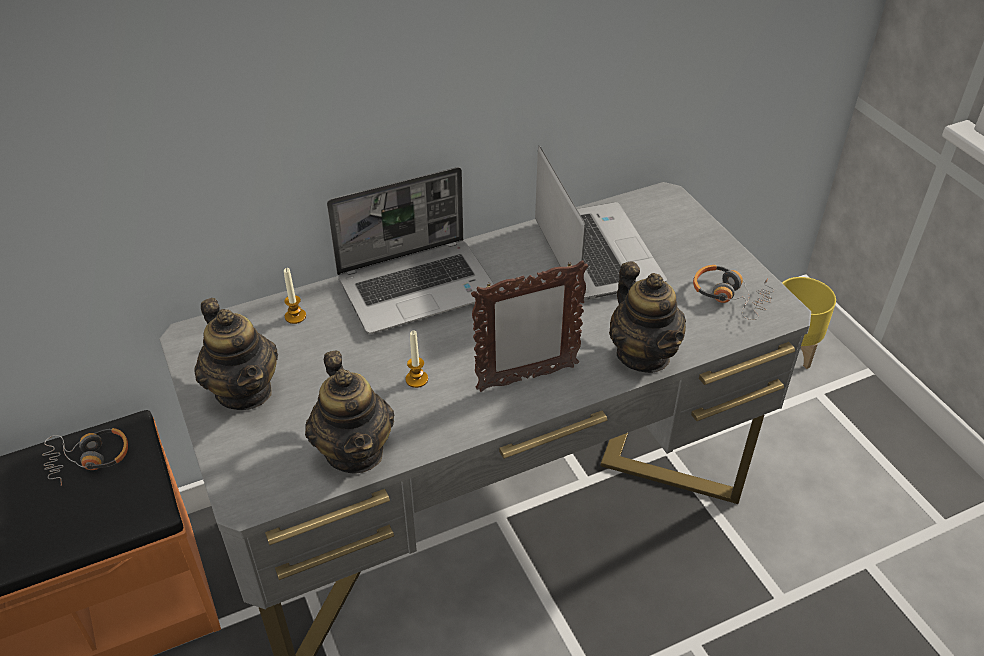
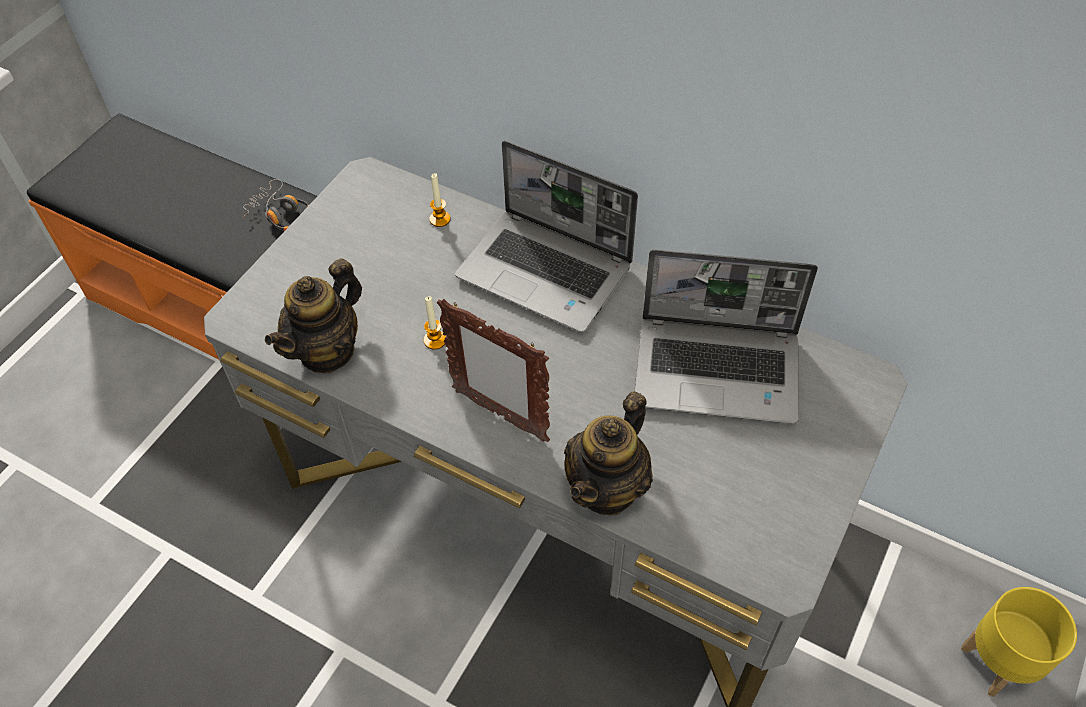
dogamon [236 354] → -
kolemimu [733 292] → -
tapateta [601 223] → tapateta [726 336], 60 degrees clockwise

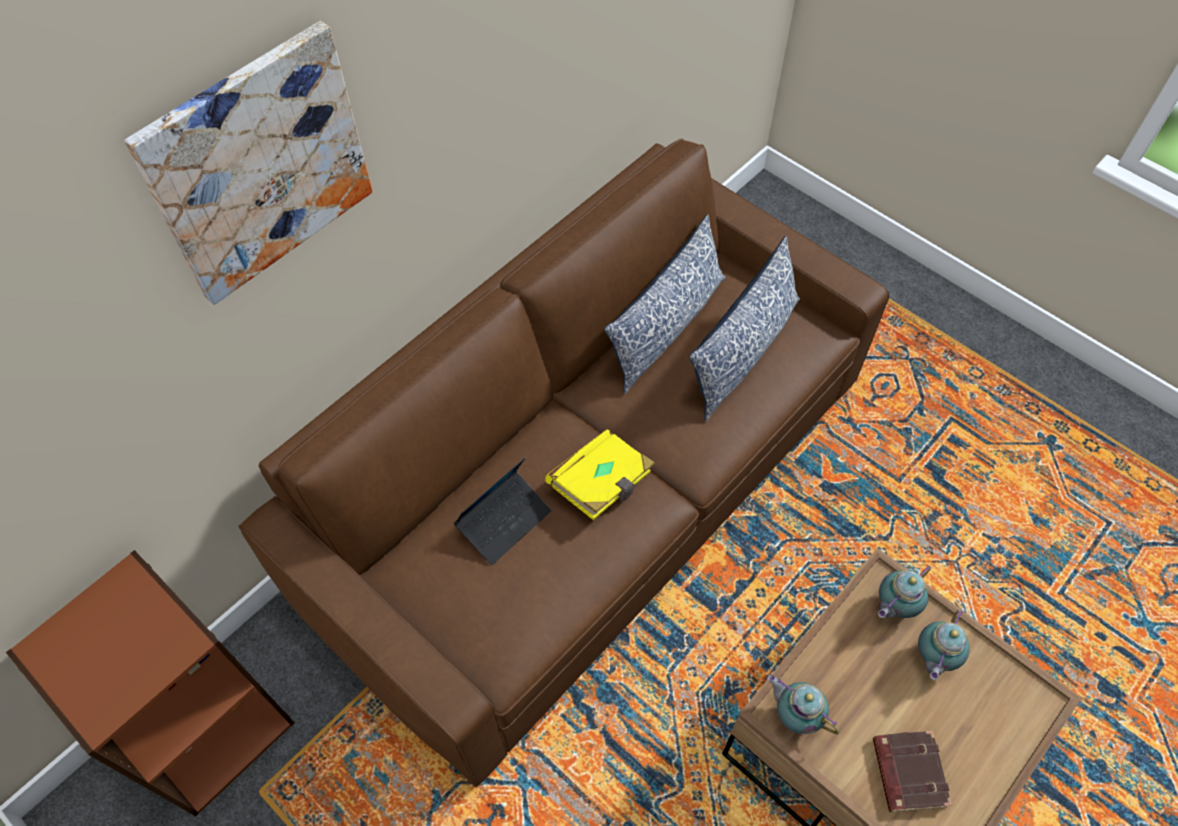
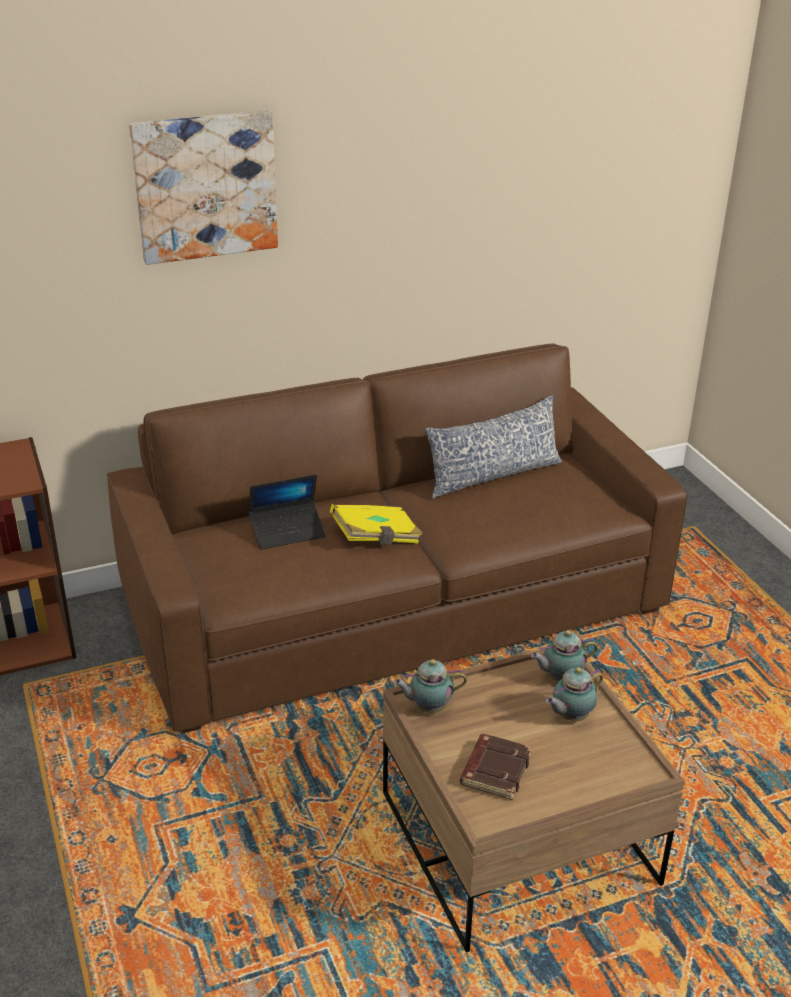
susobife [744 328] → -
dogamon [803 704] → dogamon [430 686], 75 degrees counterclockwise

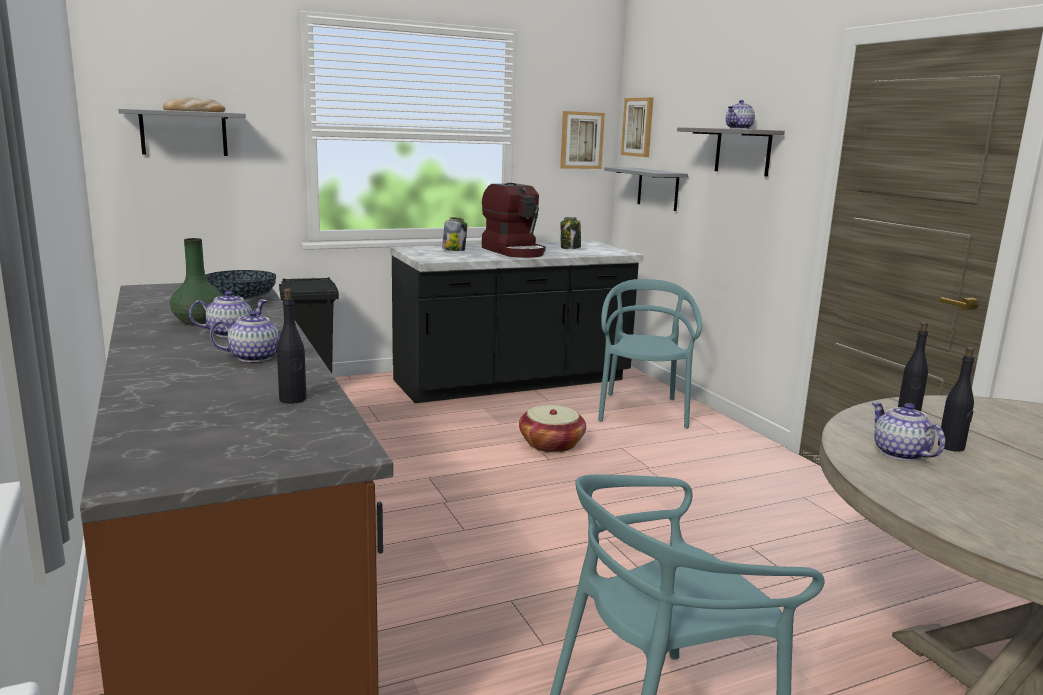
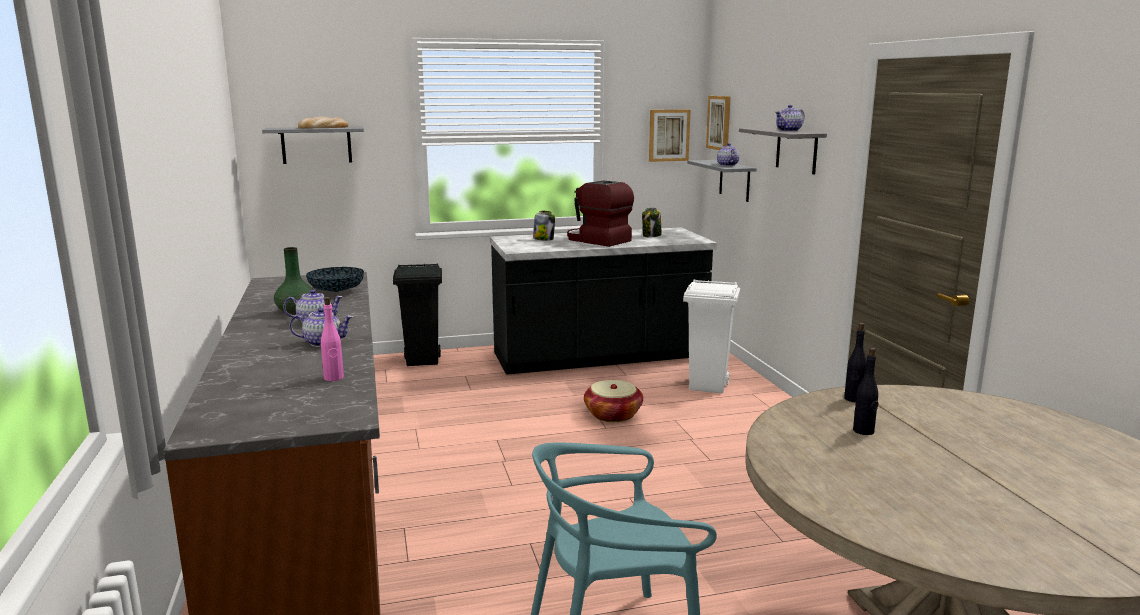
dogamon [908 431] → dogamon [728 154], shifted
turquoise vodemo [650 353] → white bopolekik [711 336]
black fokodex [292 346] → pink fokodex [332 339]
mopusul [514 220] → mopusul [600 214], 150 degrees clockwise

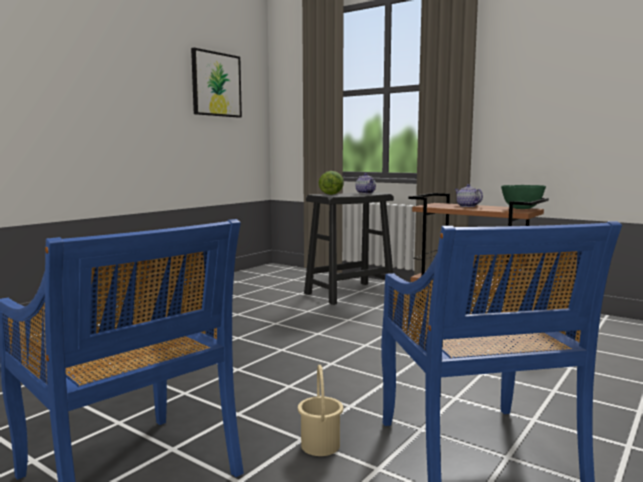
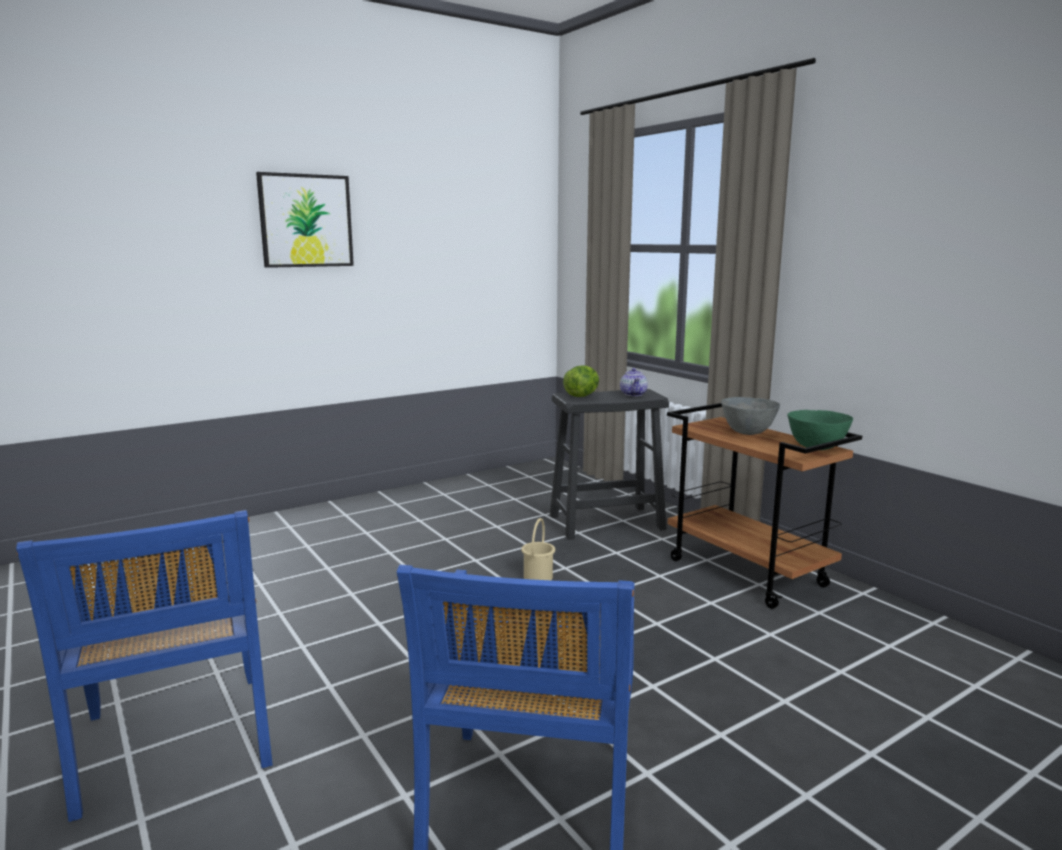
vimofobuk [216 83] → vimofobuk [305 220], shifted
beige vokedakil [320 410] → beige vokedakil [538 549], shifted
dogamon [469 195] → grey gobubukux [750 416]

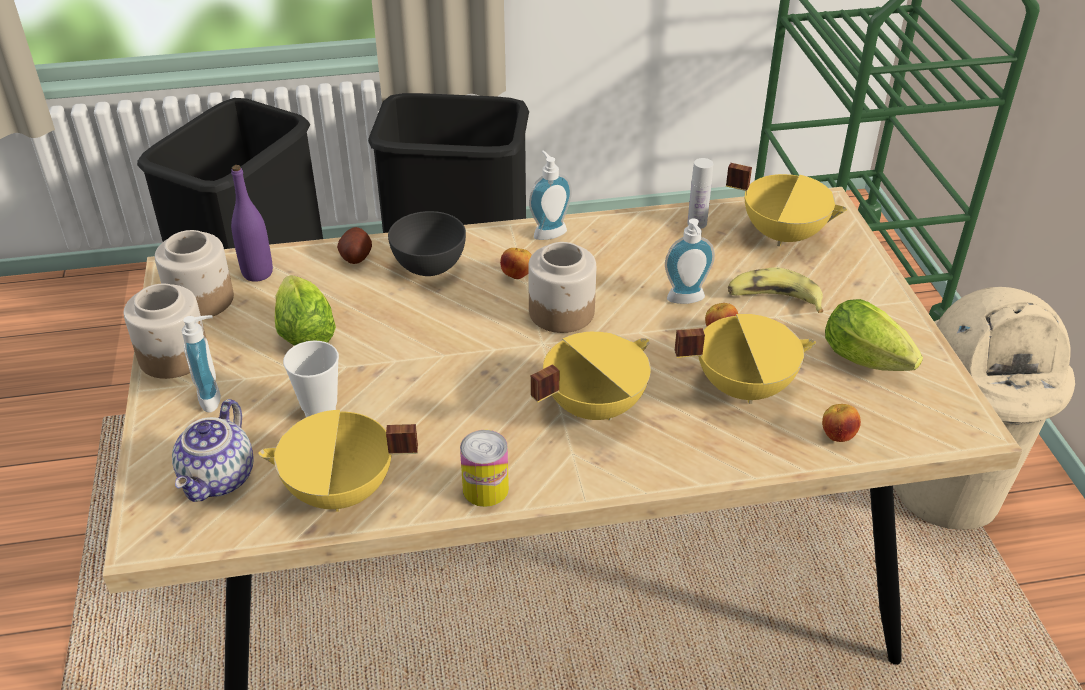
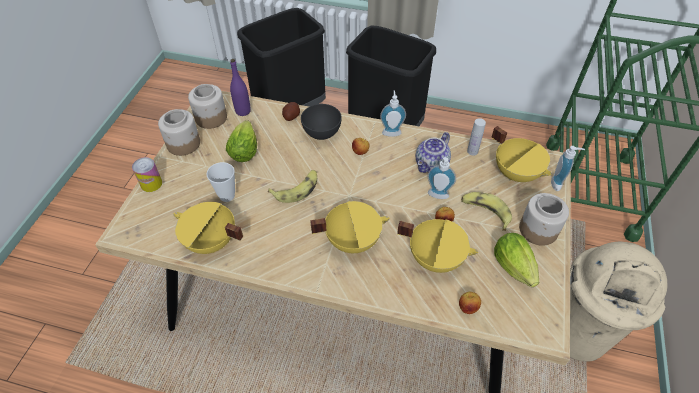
- → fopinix [292 186]
dogamon [213 450] → dogamon [433 152], shifted
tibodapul [201 363] → tibodapul [568 168], shifted
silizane [484 468] → silizane [147 174], shifted
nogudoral [562 287] → nogudoral [544 219], shifted

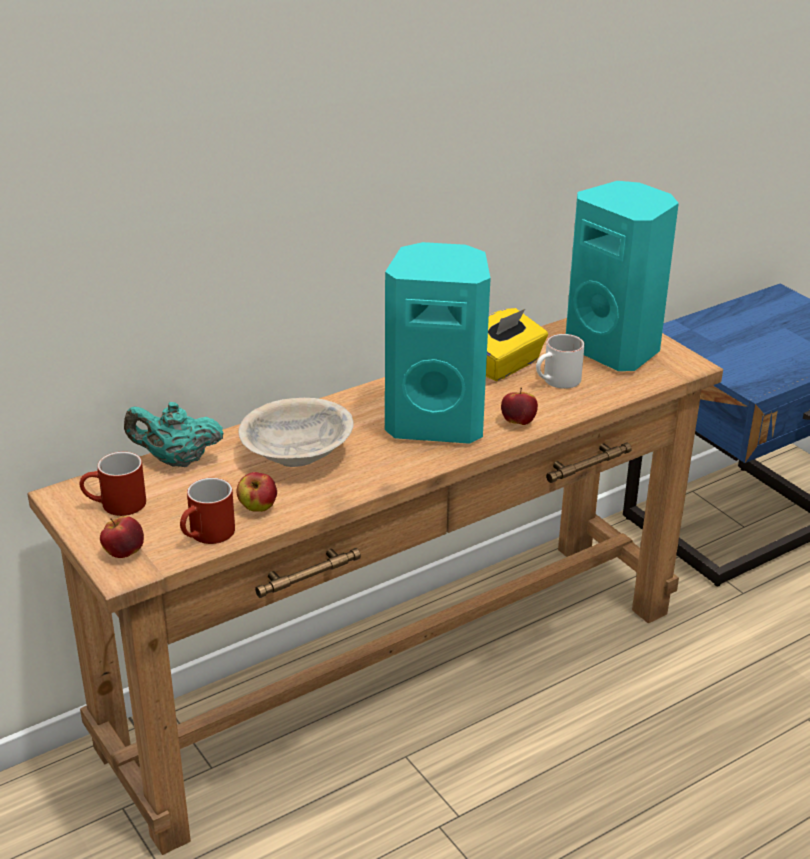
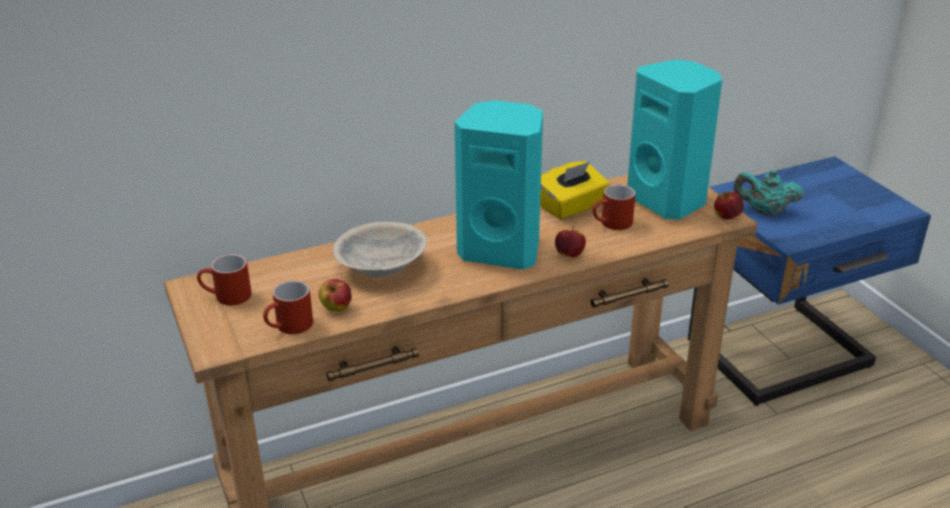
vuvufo [122 537] → vuvufo [729 205], shifted
turquoise dogamon [174 434] → turquoise dogamon [769 193], shifted
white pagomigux [560 361] → red pagomigux [614 207]

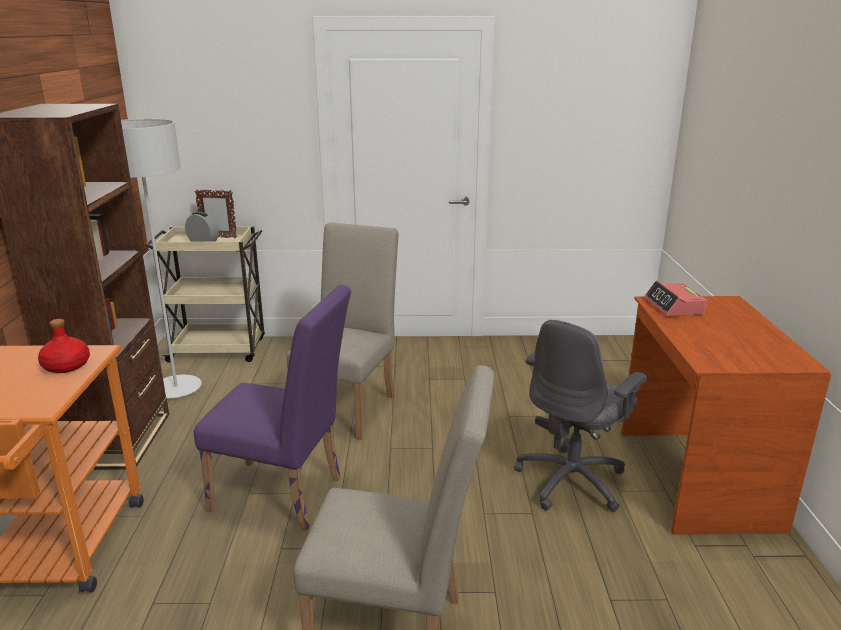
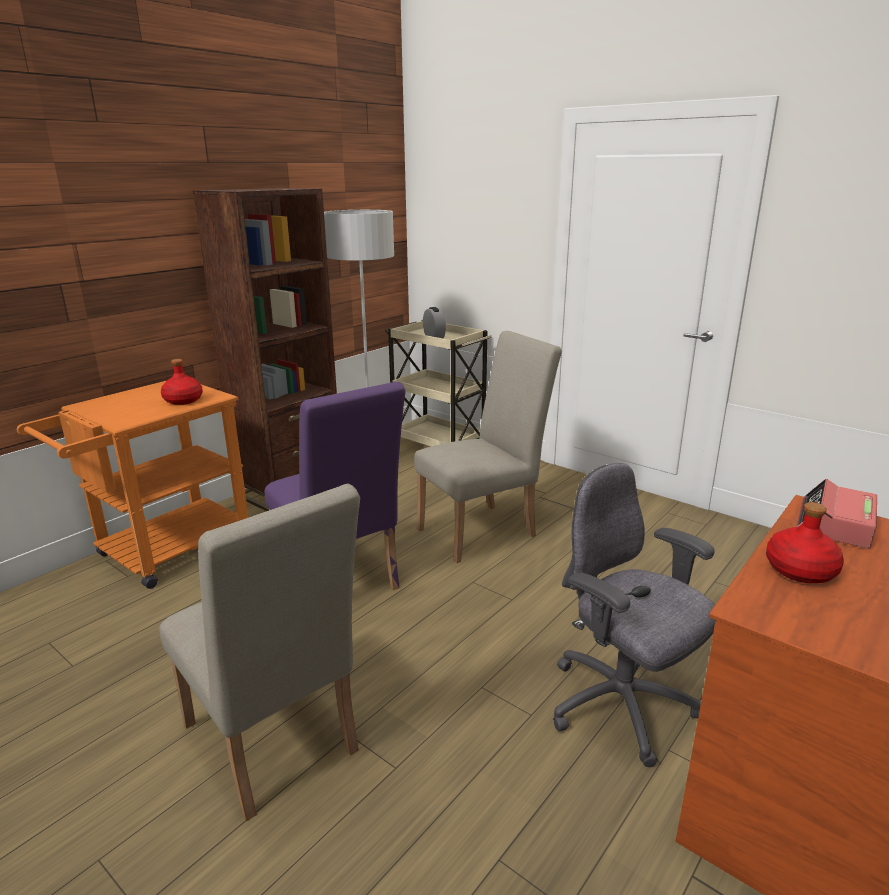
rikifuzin [216 213] → -
- → red fokodex [805 542]
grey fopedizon [581 416] → grey fopedizon [634 615], 60 degrees clockwise

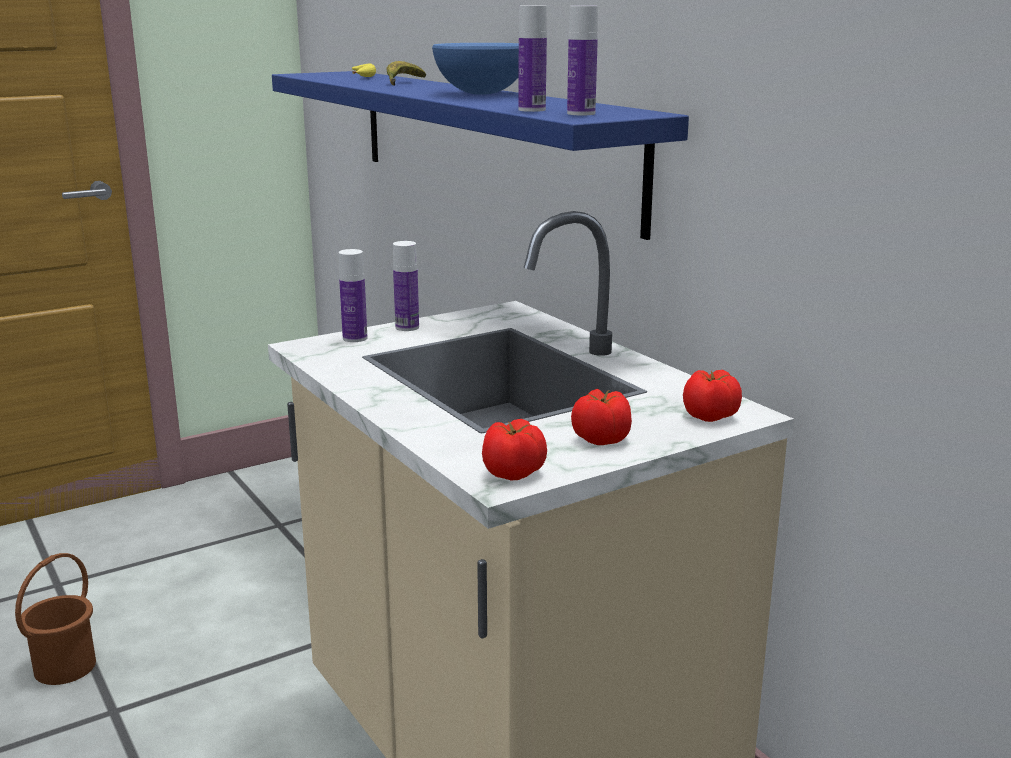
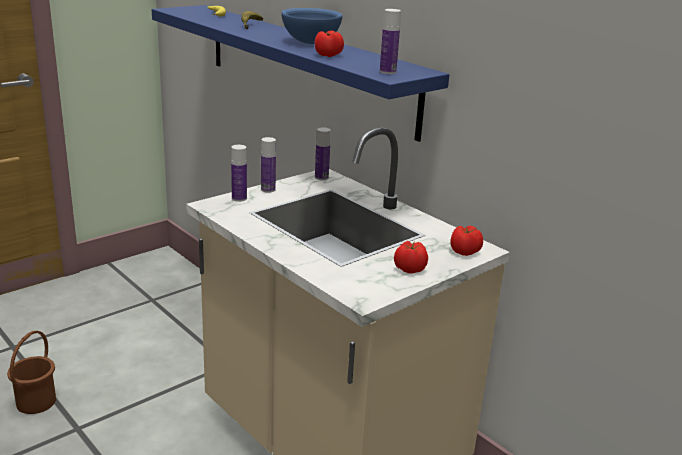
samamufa [514 449] → samamufa [329 43], shifted
fokodex [532 58] → fokodex [323 154], shifted

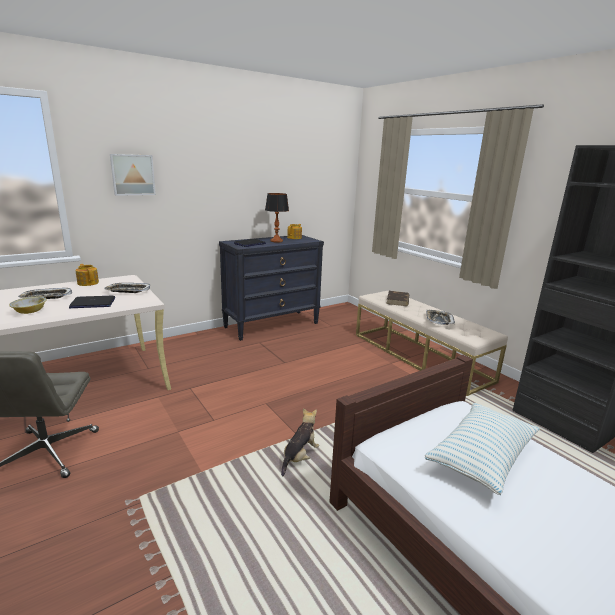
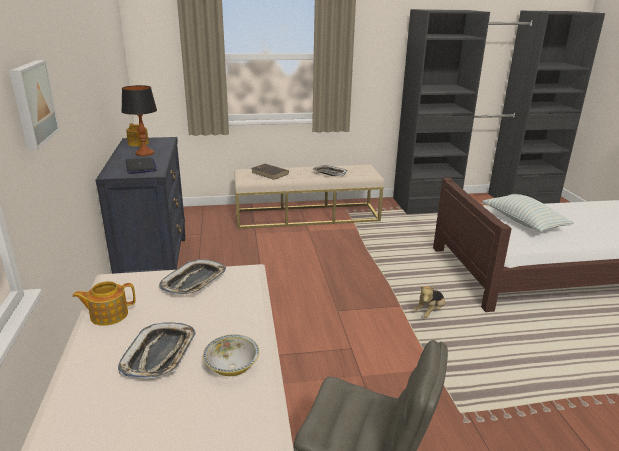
tapateta [92 302] → -
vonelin [300 442] → vonelin [429 302], 105 degrees counterclockwise

